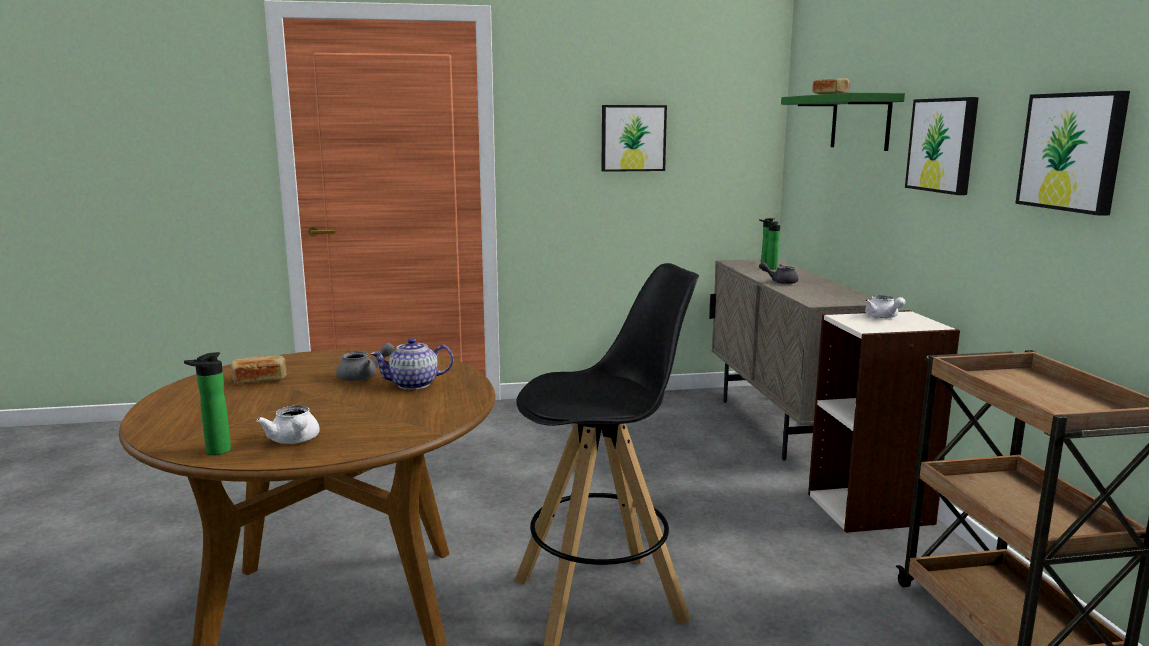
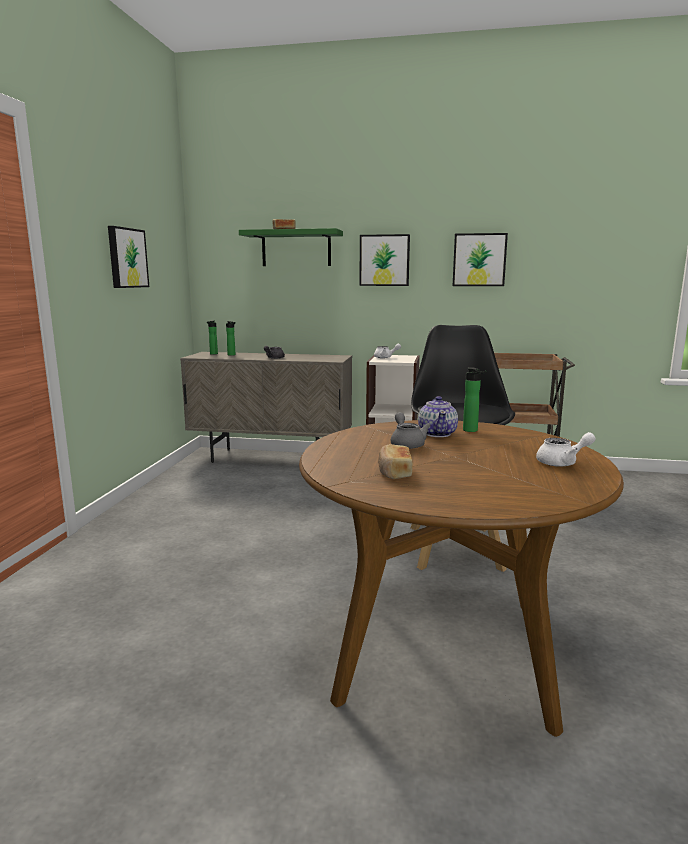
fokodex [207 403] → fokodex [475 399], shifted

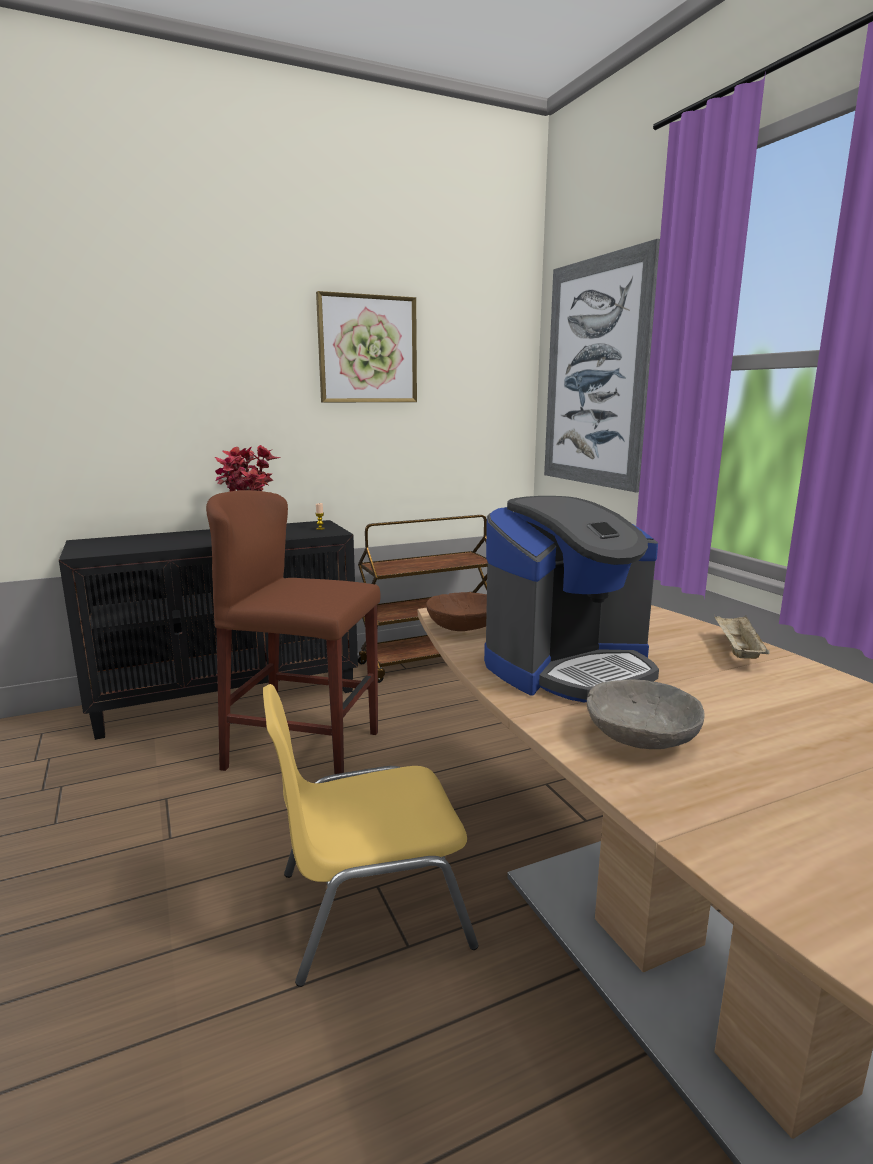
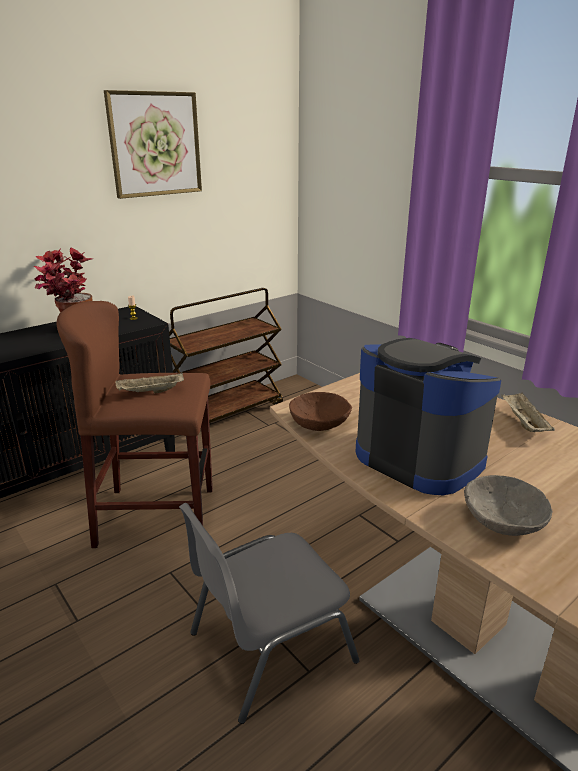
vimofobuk [602 365] → -
- → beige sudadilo [149 382]
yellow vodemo [370 835] → grey vodemo [269 613]
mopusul [571 599] → mopusul [428 416], 90 degrees counterclockwise

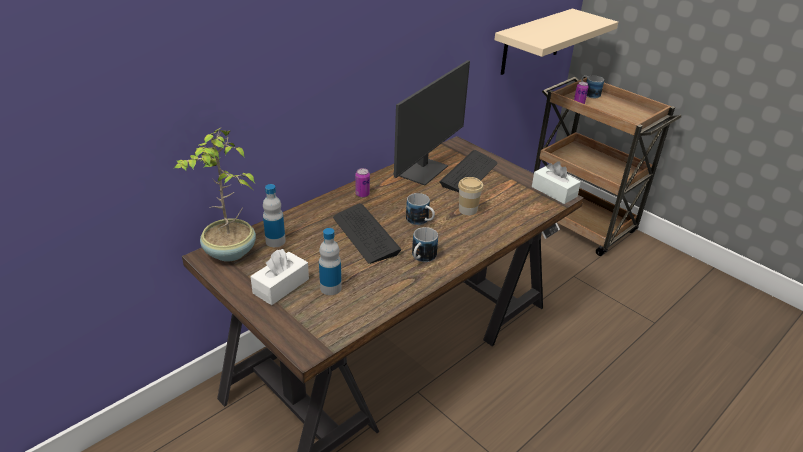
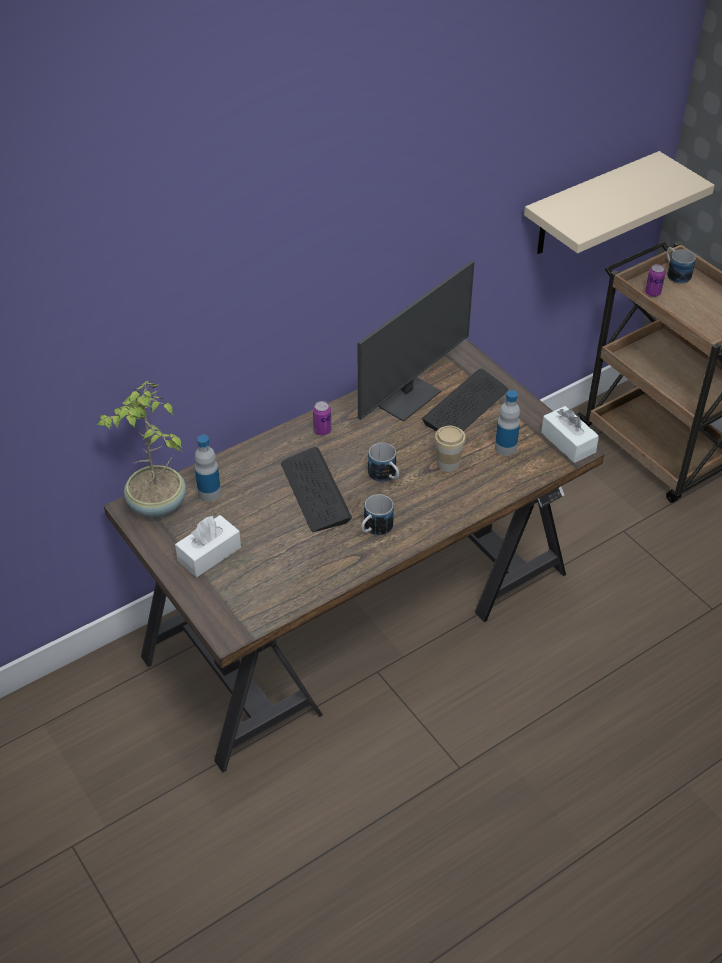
fokodex [330 261] → fokodex [507 423], shifted

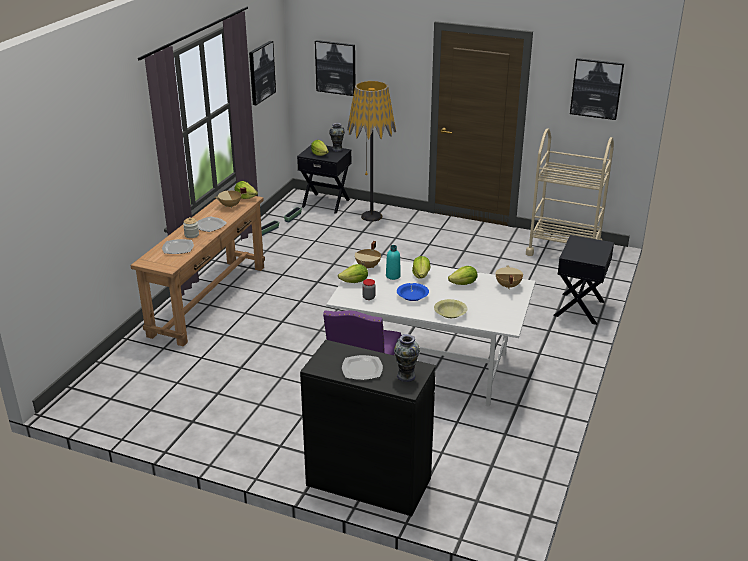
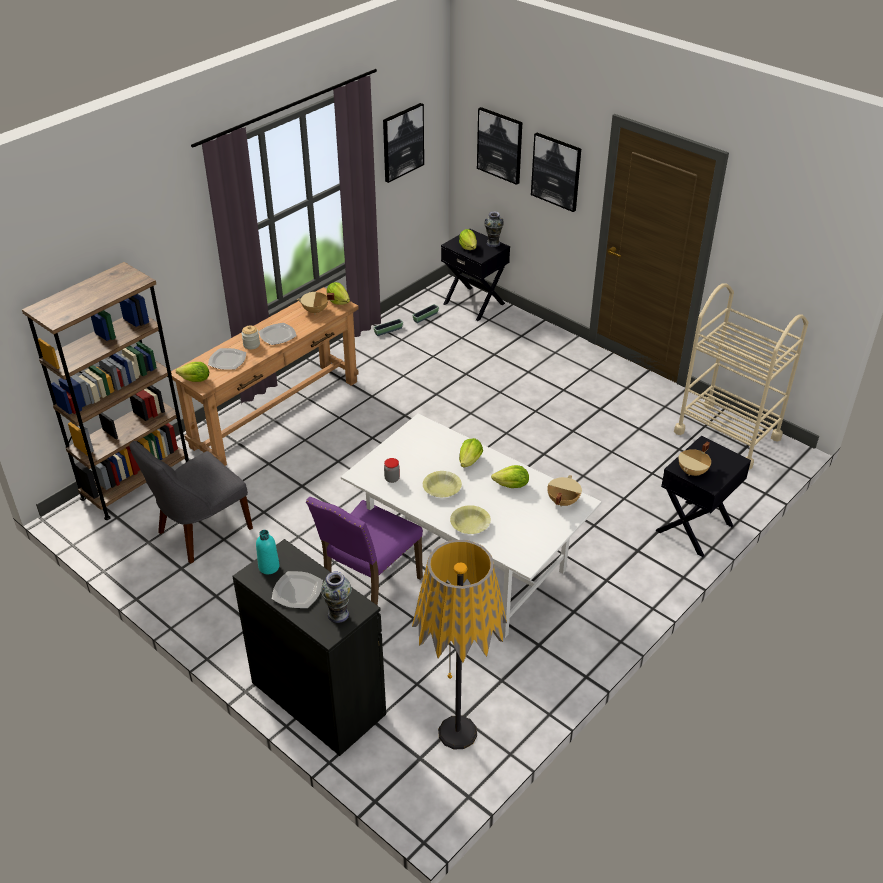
- → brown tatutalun [105 391]
- → grey vodemo [191 502]
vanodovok [353 273] → vanodovok [192 372], shifted
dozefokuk [371 151] → dozefokuk [459 644], shifted
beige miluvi [368 254] → beige miluvi [694 459], shifted
turquoise fokodex [393 262] → turquoise fokodex [268 552], shifted
vimofobuk [597 89] → vimofobuk [556 172], shifted
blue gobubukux [413 292] → yellow gobubukux [442 484]

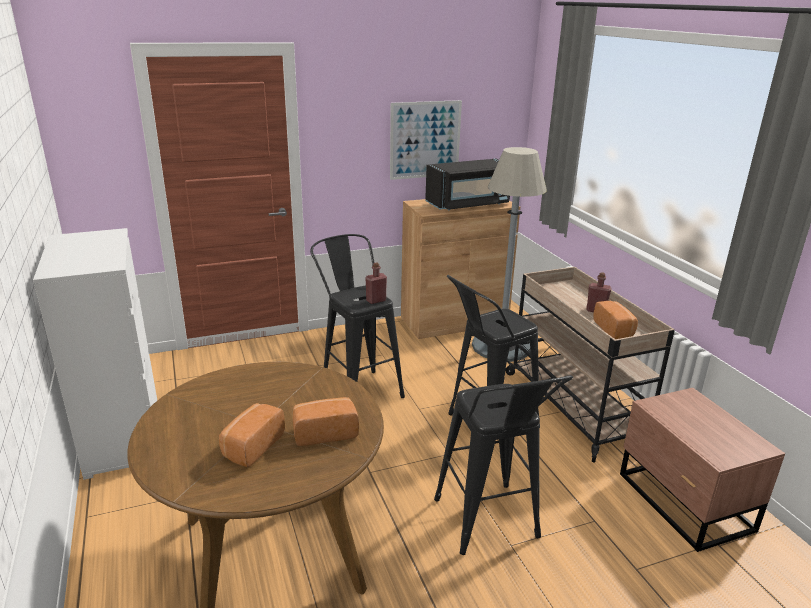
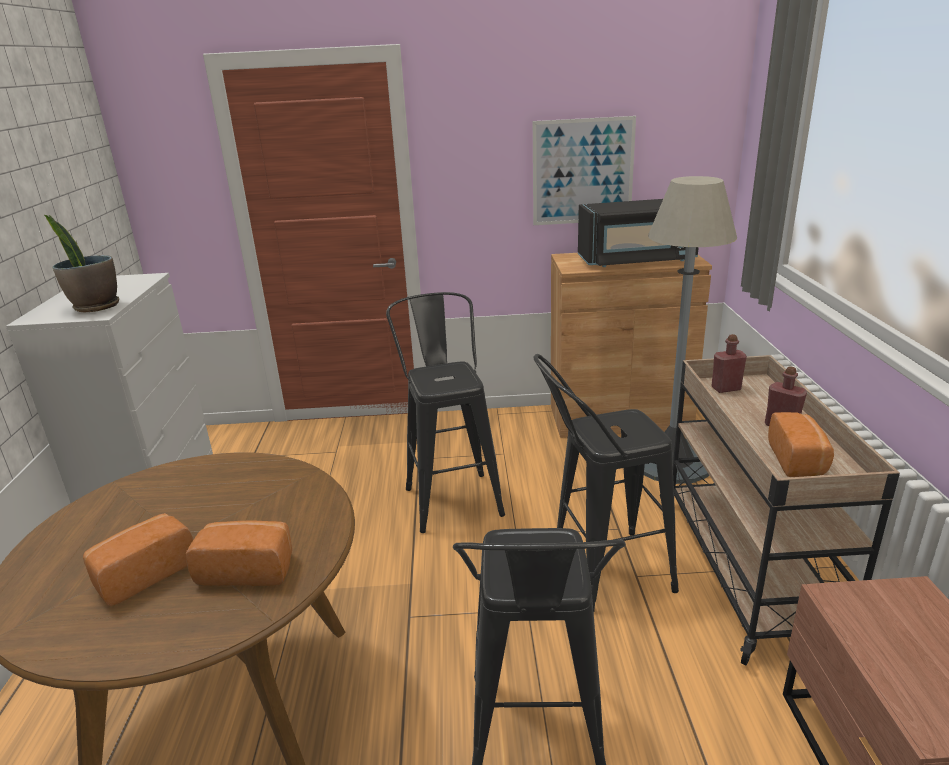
- → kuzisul [81 264]
red fokodex [376 283] → red fokodex [729 363], shifted

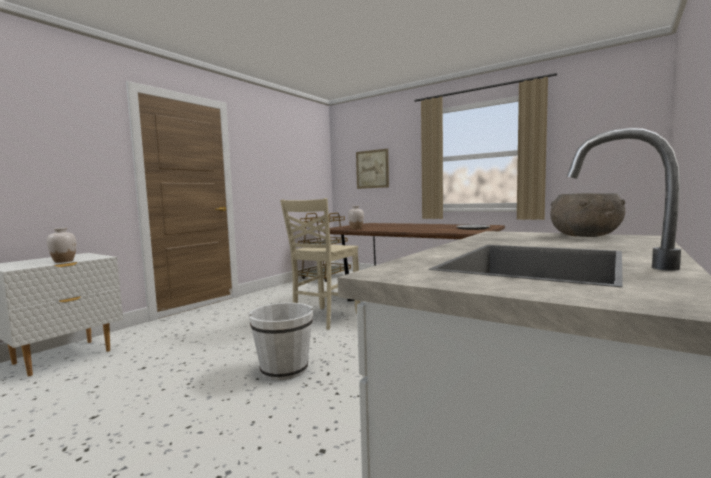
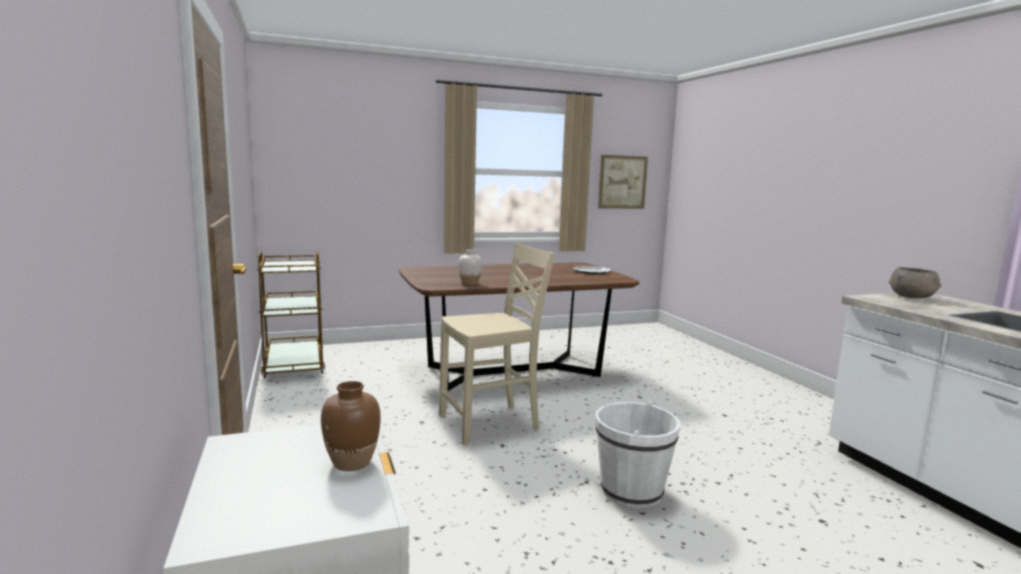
vimofobuk [372 169] → vimofobuk [623 182], shifted
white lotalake [61 245] → brown lotalake [351 426]
beige vodemo [320 264] → beige vodemo [497 344], 90 degrees counterclockwise

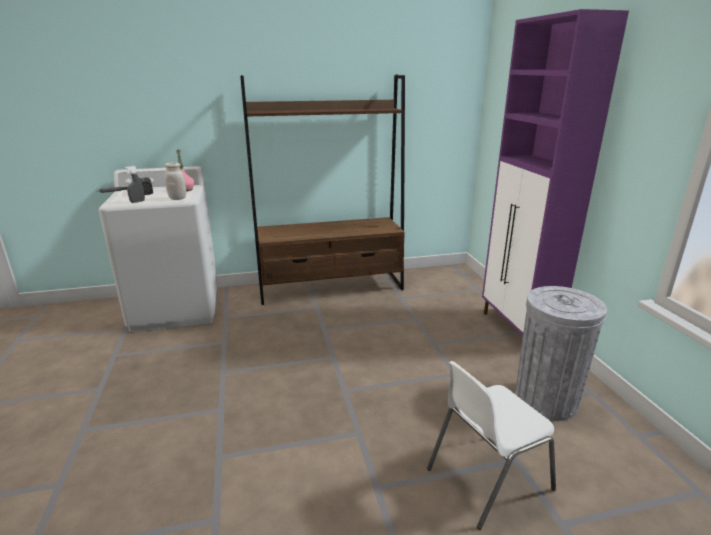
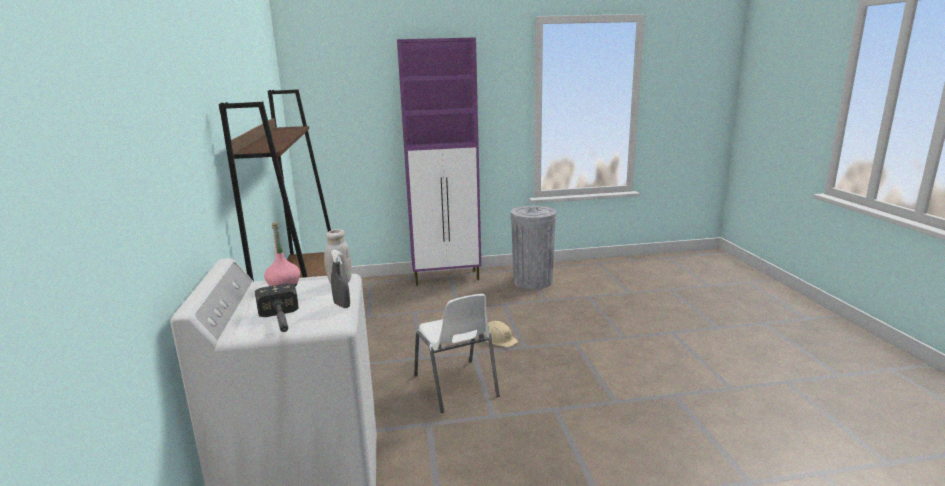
- → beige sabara [500 334]
white vodemo [491 445] → white vodemo [457 353], shifted

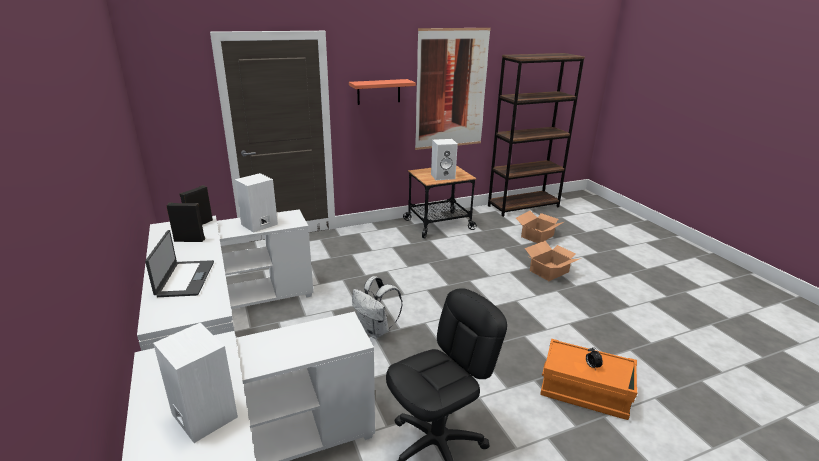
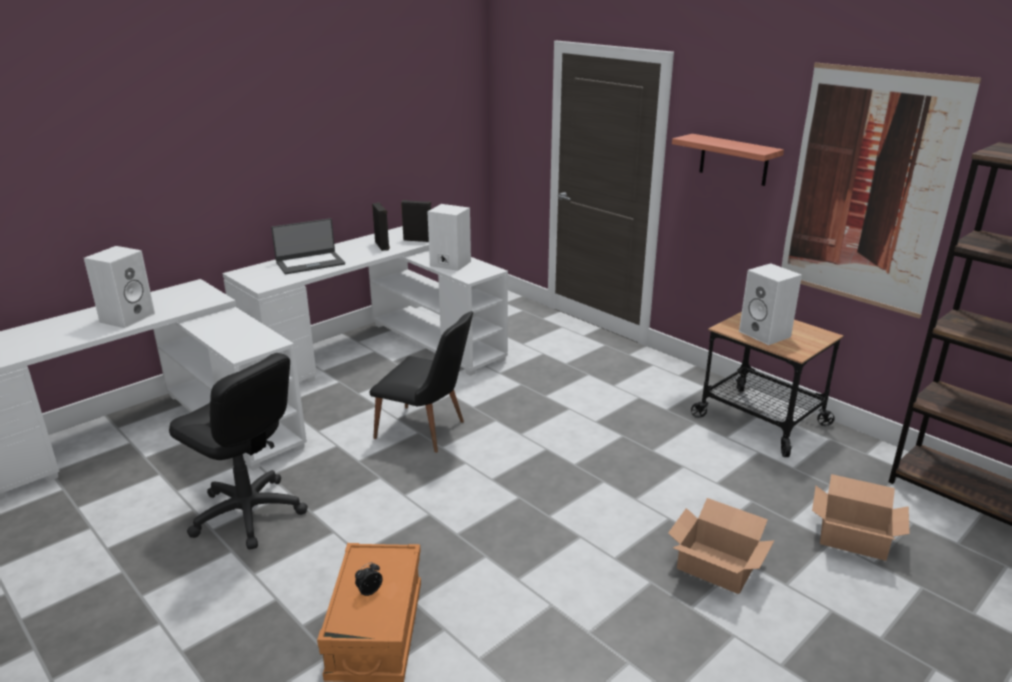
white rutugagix [377 307] → black vodemo [421 382]

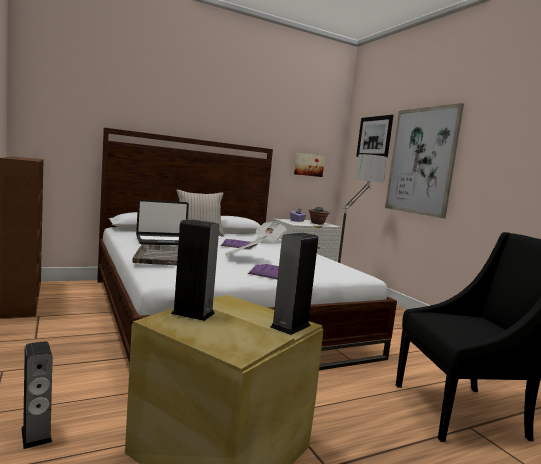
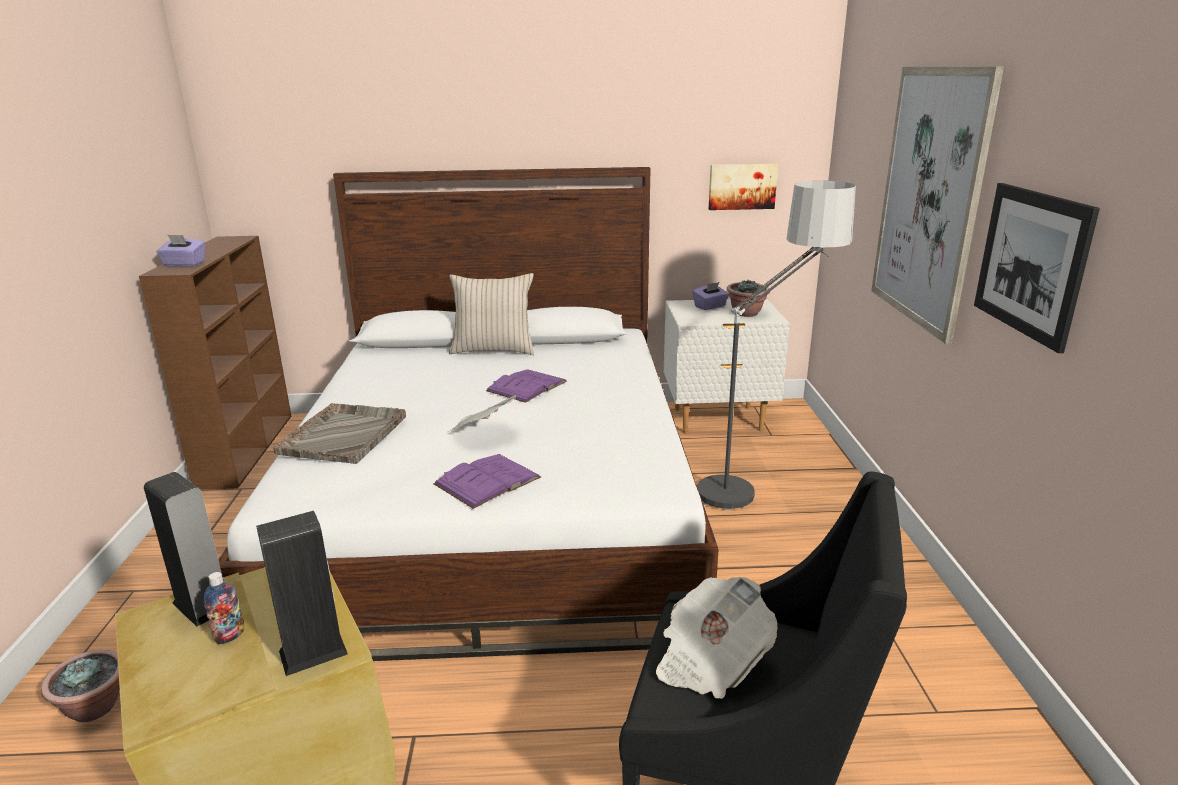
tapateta [162 222] → -
- → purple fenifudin [180 250]
- → fokodex [224 608]
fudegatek [271 232] → fudegatek [716 638], shifted
vimofobuk [374 136] → vimofobuk [1037 268], shifted
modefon [37 395] → kuzisul [80 686]

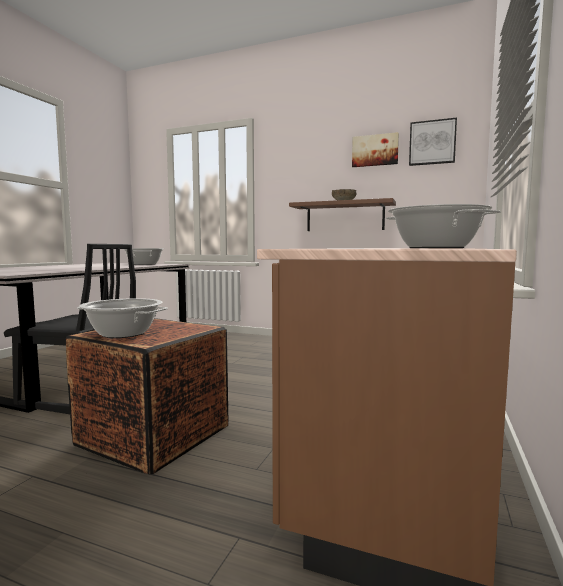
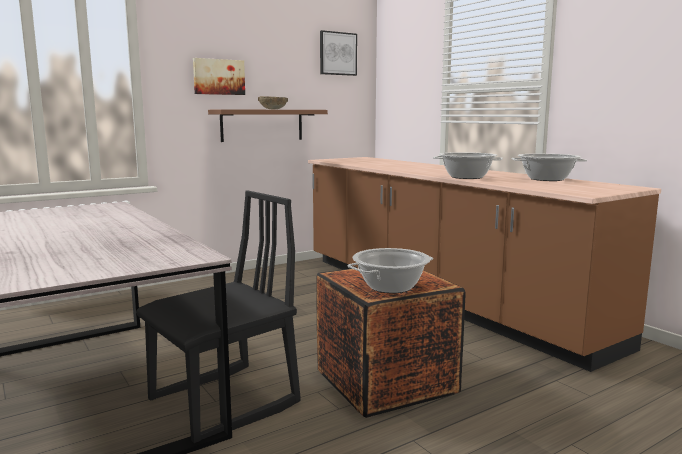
miluvi [144 256] → miluvi [468 165], shifted
vimofobuk [375 149] → vimofobuk [219 76], shifted

